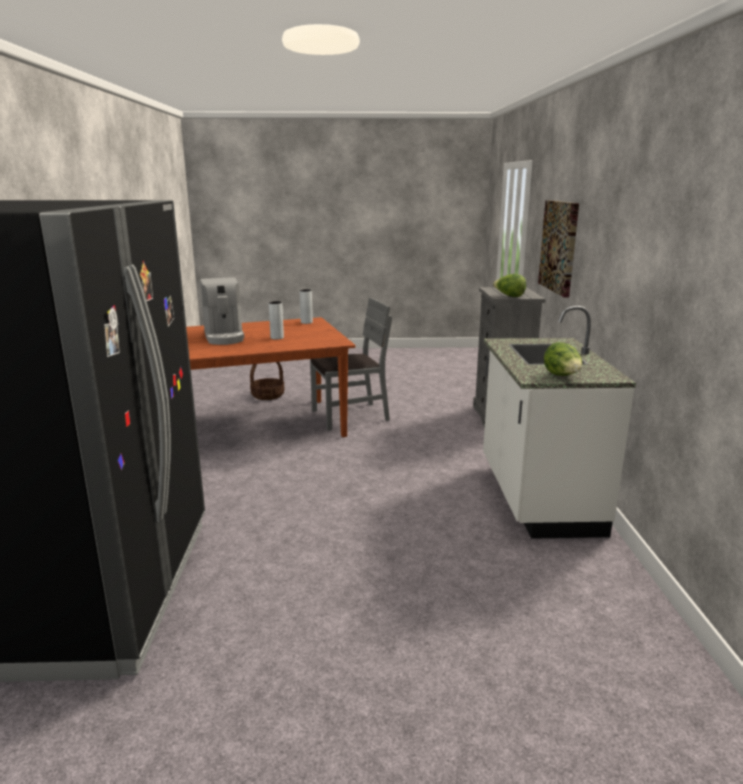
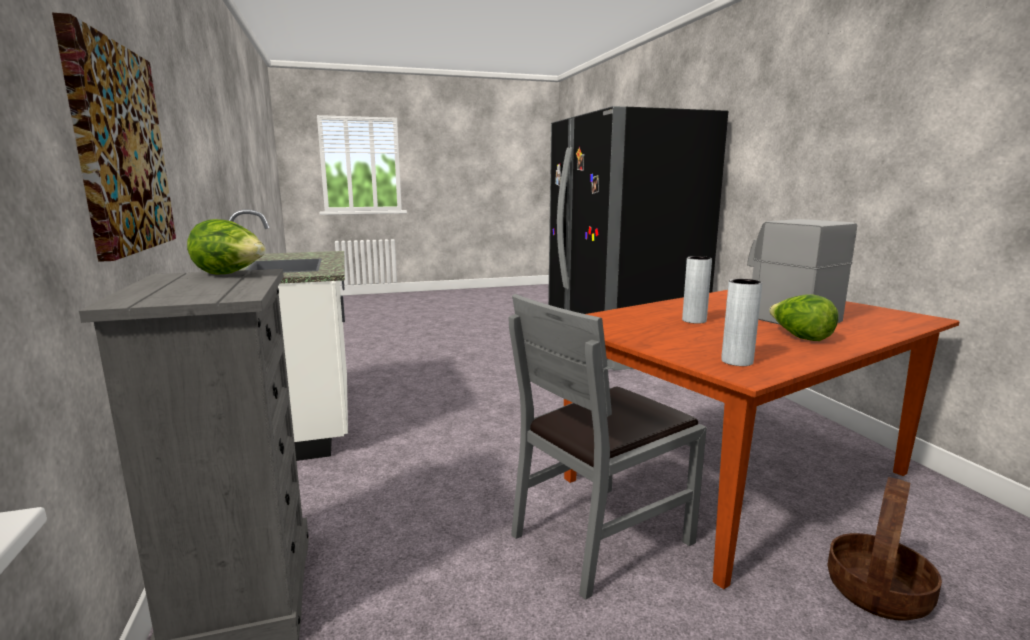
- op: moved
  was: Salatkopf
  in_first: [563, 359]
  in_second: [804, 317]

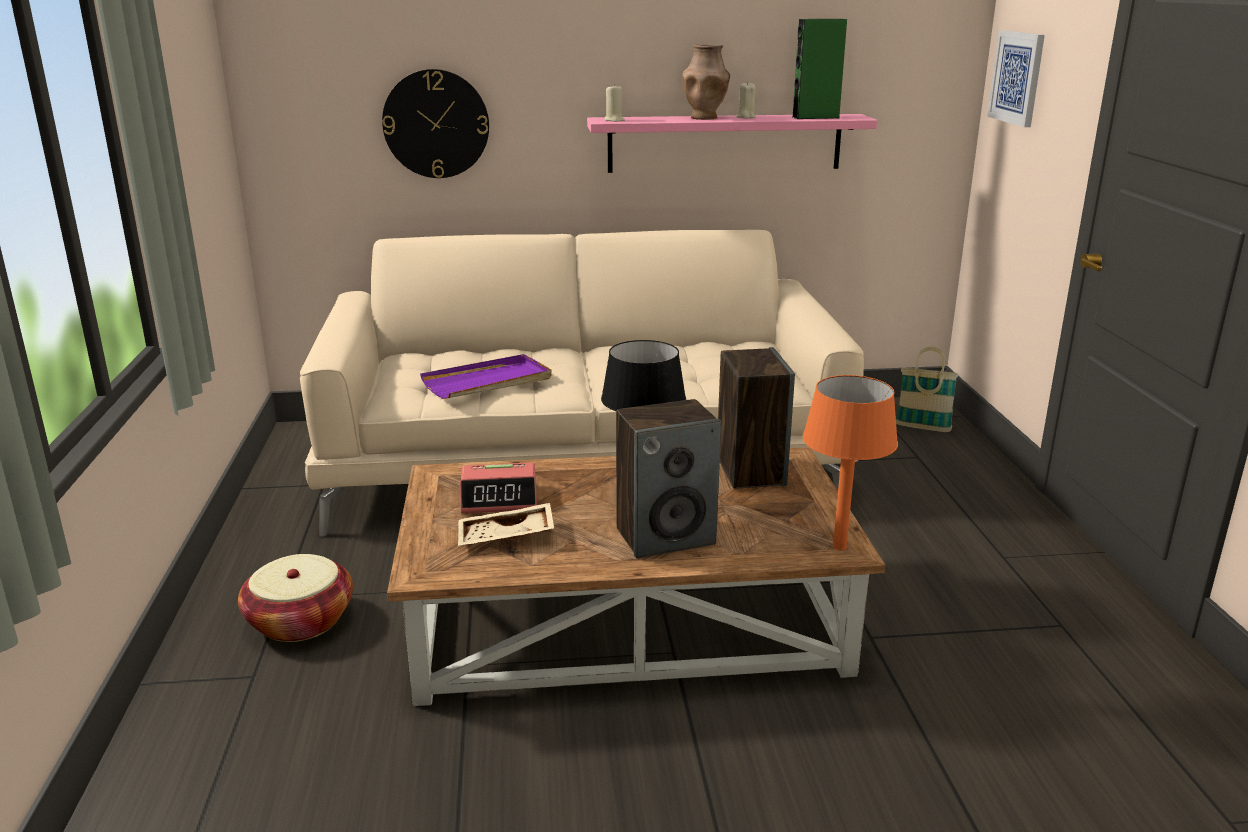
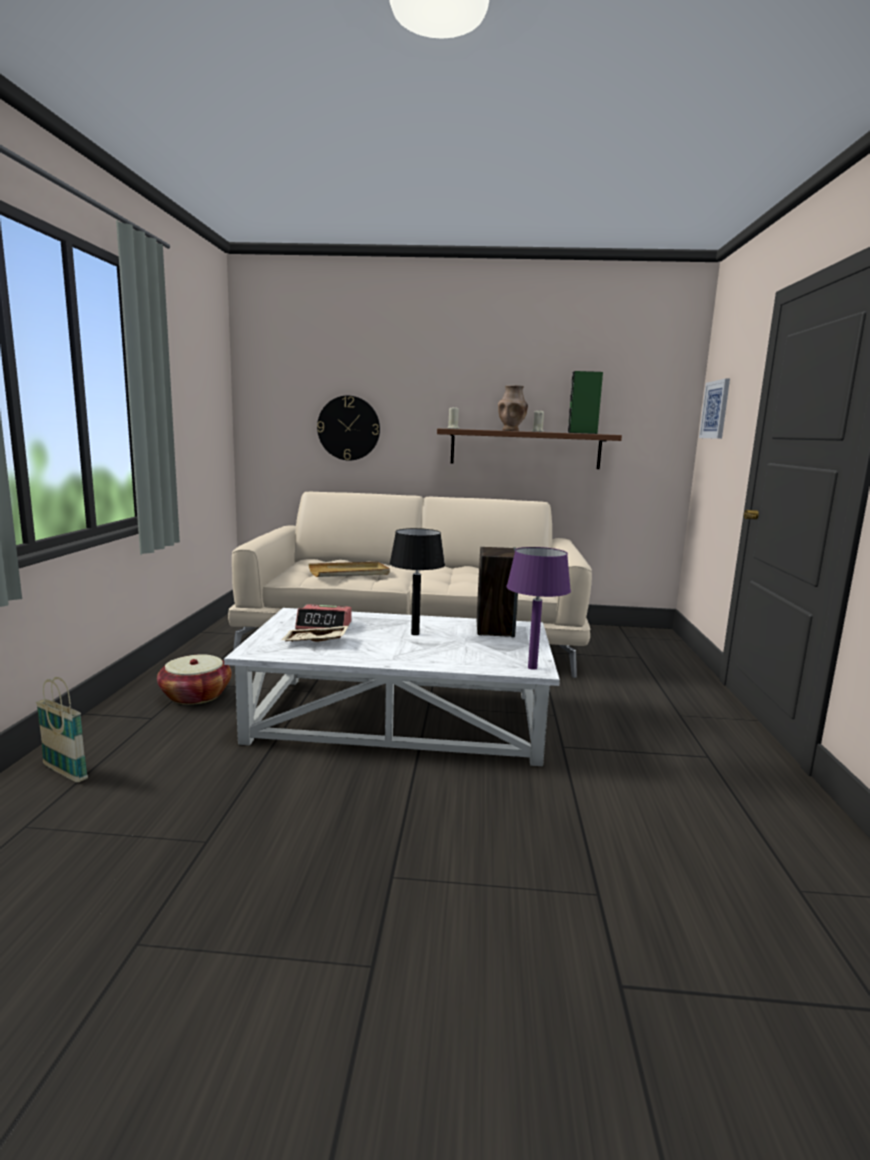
- op: moved
  was: Korb
  in_first: [927, 389]
  in_second: [62, 730]
- op: recoloured
  was: Couchtisch/braun
  now: Couchtisch/weiß
  in_first: [636, 576]
  in_second: [392, 687]
- op: recoloured
  was: Tablett/lila
  now: Tablett/beige
  in_first: [486, 376]
  in_second: [349, 569]
- op: recoloured
  was: Wandregal/rosa
  now: Wandregal/braun
  in_first: [732, 143]
  in_second: [529, 449]
- op: recoloured
  was: Tischlampe/orange
  now: Tischlampe/lila
  in_first: [850, 462]
  in_second: [538, 608]
- op: removed
  was: Lautsprecher
  in_first: [668, 478]

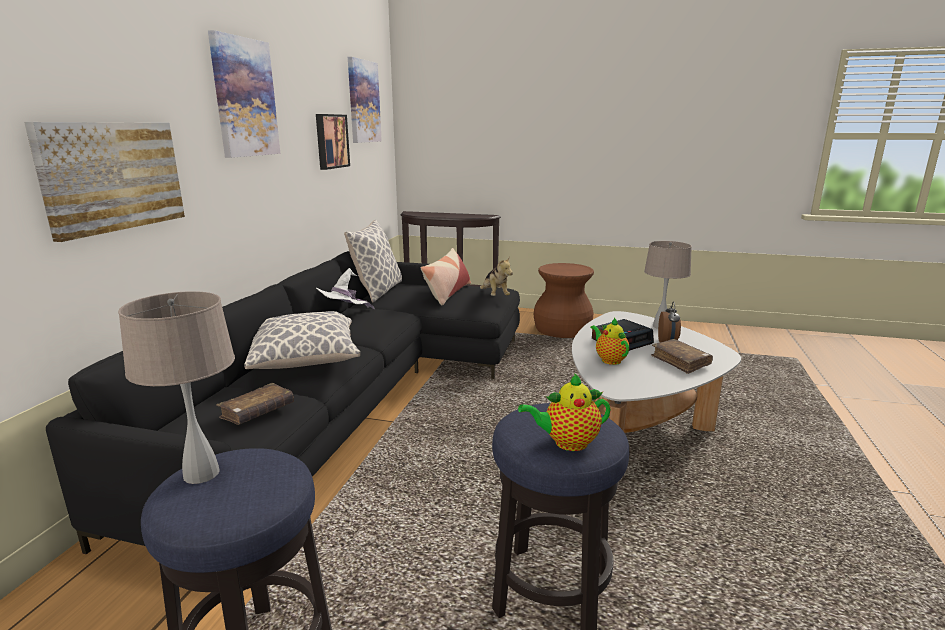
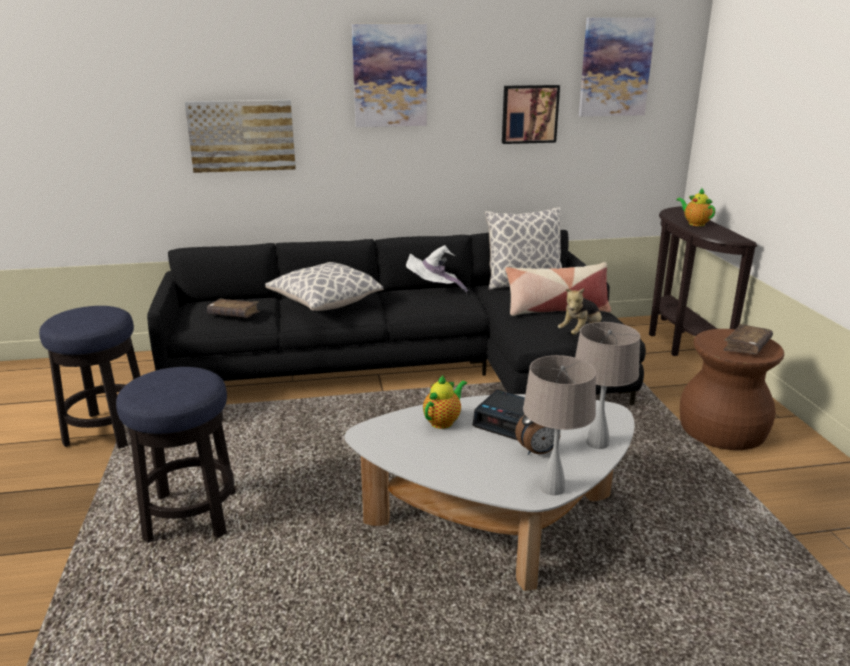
- op: moved
  was: Tischlampe/beige
  in_first: [176, 387]
  in_second: [559, 425]
- op: moved
  was: Teekanne
  in_first: [564, 412]
  in_second: [695, 207]
- op: moved
  was: Buch/braun
  in_first: [682, 356]
  in_second: [748, 339]

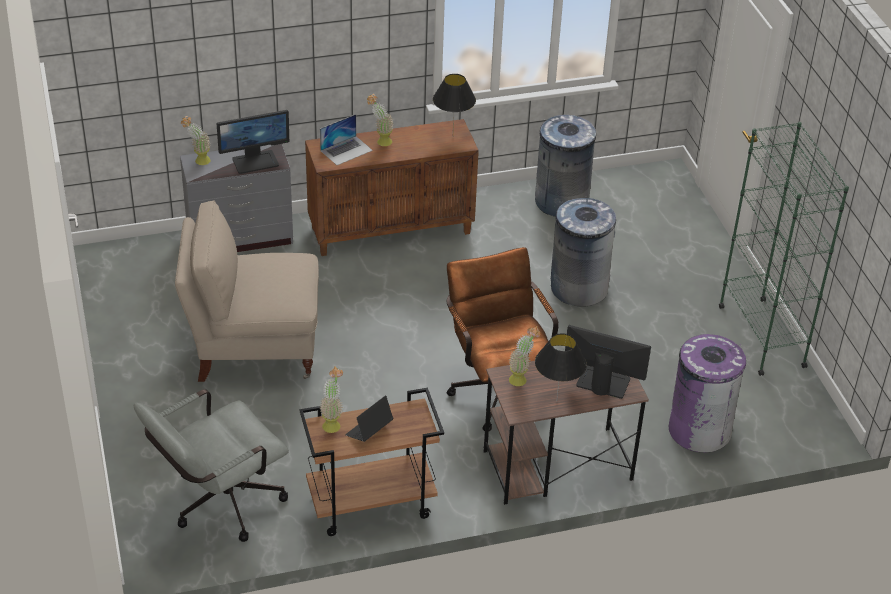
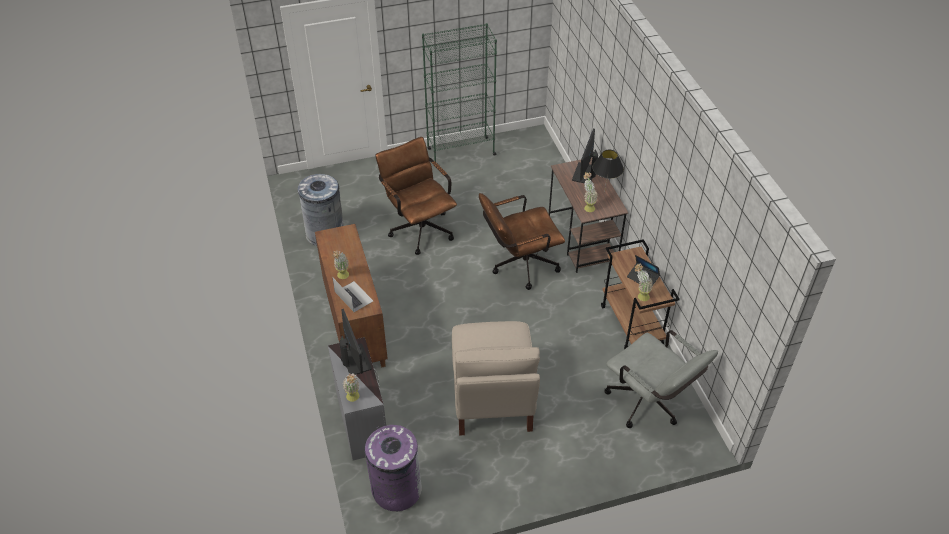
- op: moved
  was: Mülleimer/lila
  in_first: [707, 393]
  in_second: [393, 468]
- op: replaced
  was: Mülleimer/grau
  now: Bürostuhl/braun
  in_first: [583, 252]
  in_second: [416, 196]
- op: removed
  was: Tischlampe/schwarz
  in_first: [454, 101]

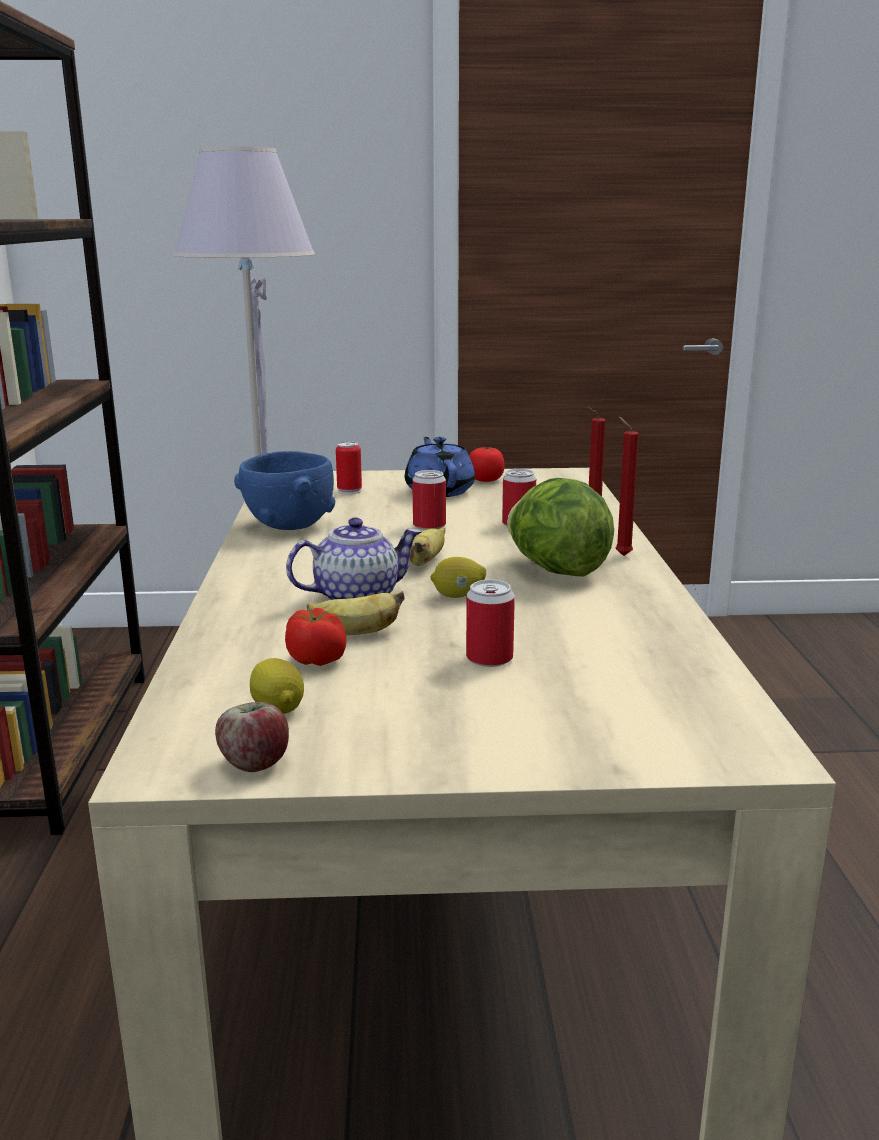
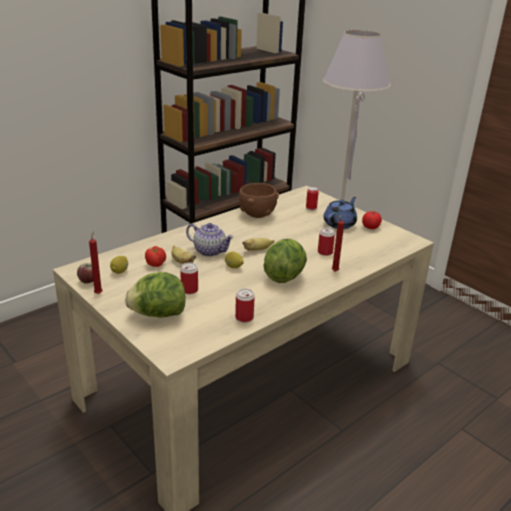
- op: moved
  was: Kerze/rot
  in_first: [627, 486]
  in_second: [95, 262]
- op: added
  now: Salatkopf
  in_second: [155, 295]
- op: moved
  was: Dose
  in_first: [429, 500]
  in_second: [245, 305]
- op: recoloured
  was: Schüssel/blau
  now: Schüssel/braun
  in_first: [284, 490]
  in_second: [259, 200]

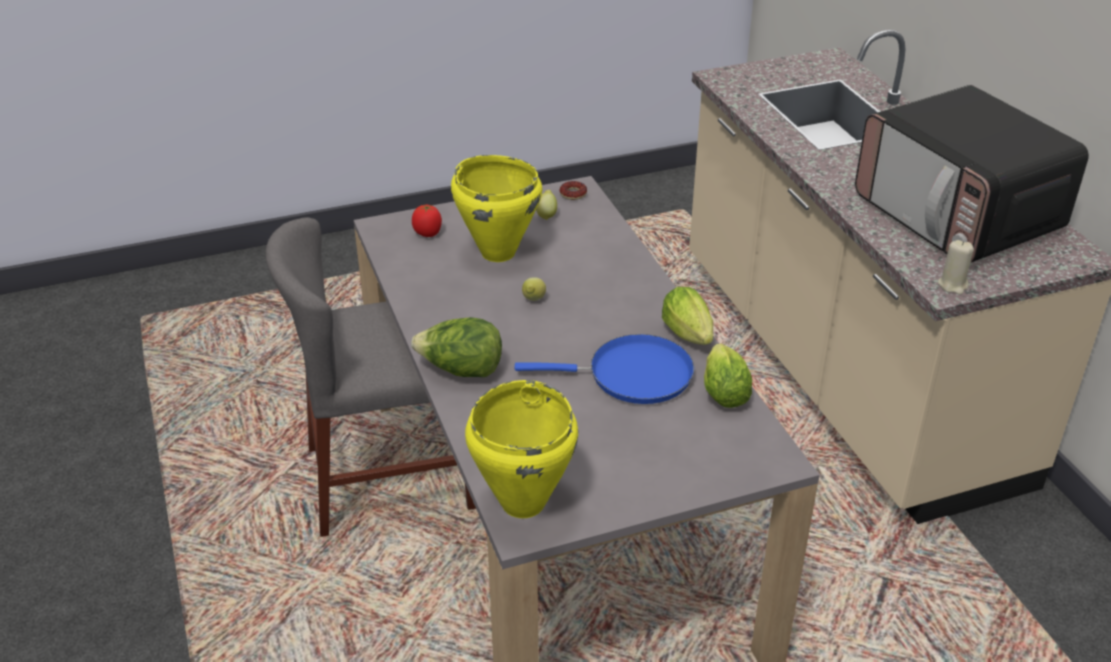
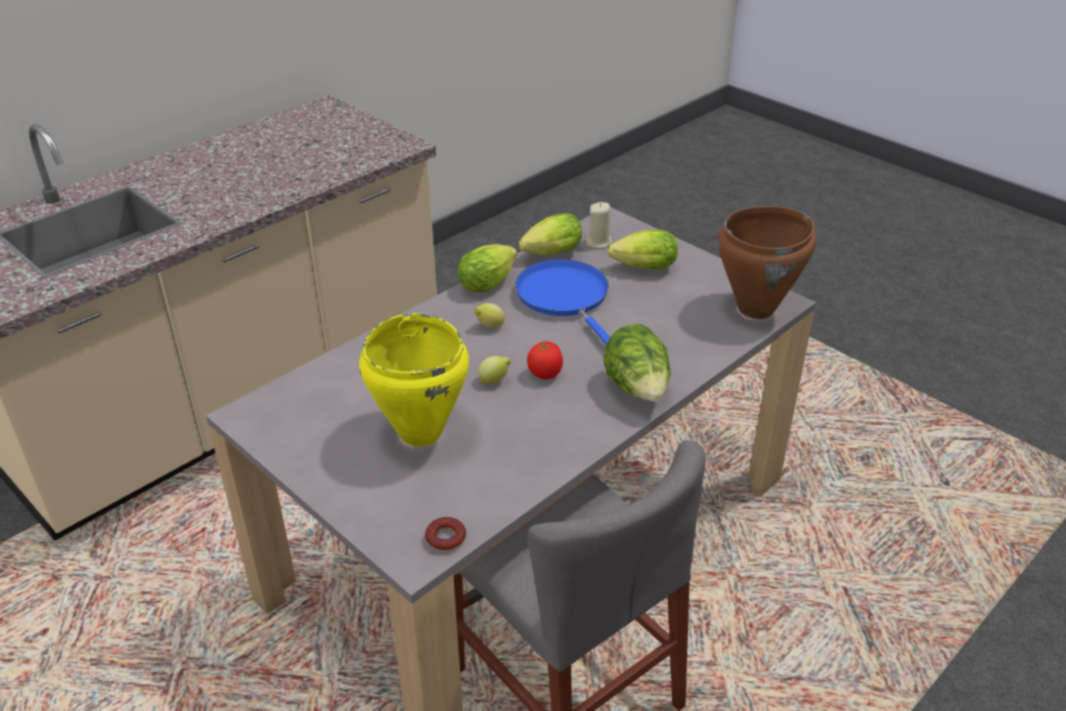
- op: moved
  was: Donut
  in_first: [573, 190]
  in_second: [445, 534]
- op: moved
  was: Zitrone
  in_first: [546, 205]
  in_second: [489, 315]
- op: moved
  was: Tomate
  in_first: [427, 221]
  in_second: [545, 359]
- op: moved
  was: Kerze/beige
  in_first: [956, 267]
  in_second: [599, 225]
- op: added
  now: Salatkopf
  in_second: [643, 249]
- op: recoloured
  was: Kochtopf/gelb
  now: Kochtopf/braun
  in_first: [521, 449]
  in_second: [767, 262]
- op: removed
  was: Mikrowelle
  in_first: [972, 174]

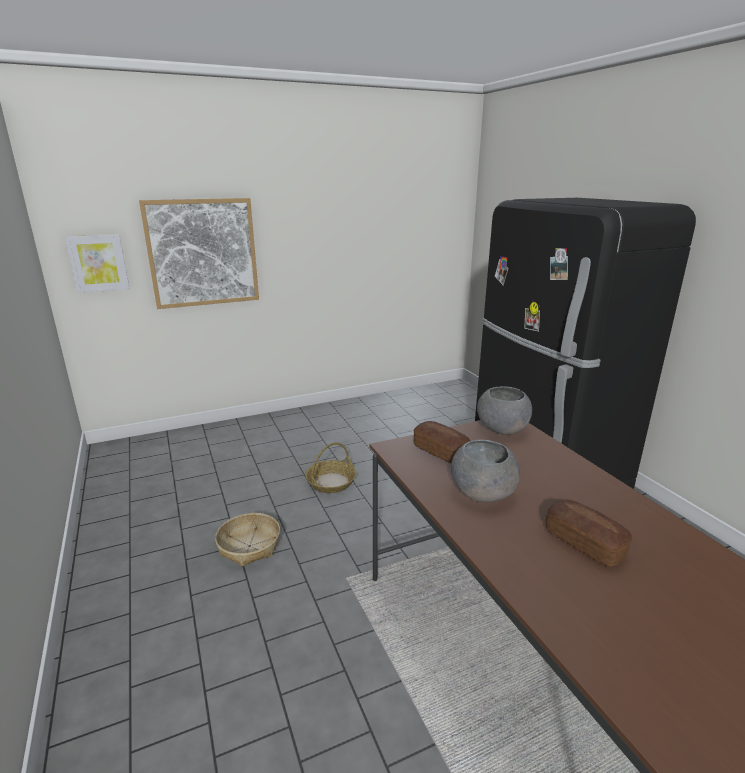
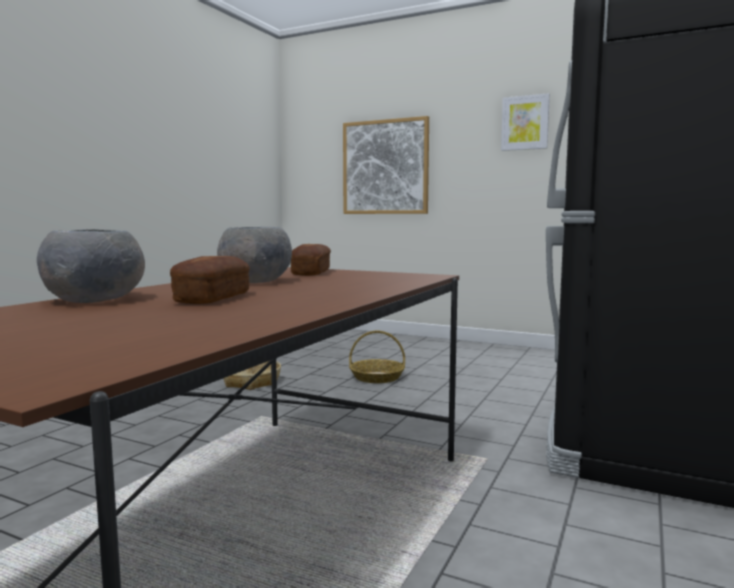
- op: moved
  was: Schüssel/grau
  in_first: [504, 410]
  in_second: [91, 266]
- op: moved
  was: Bild
  in_first: [97, 263]
  in_second: [525, 122]

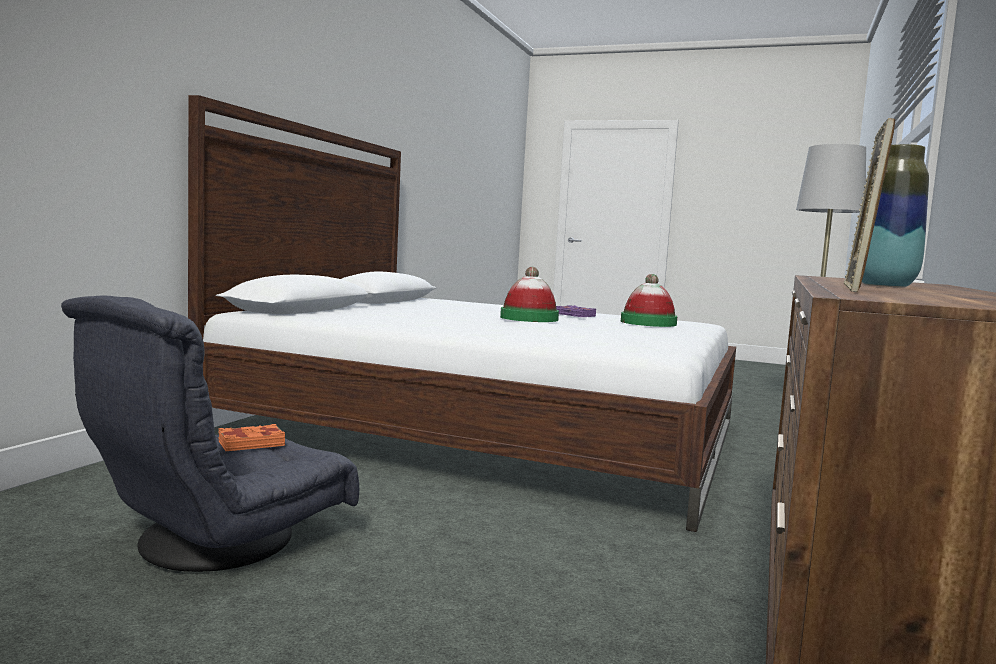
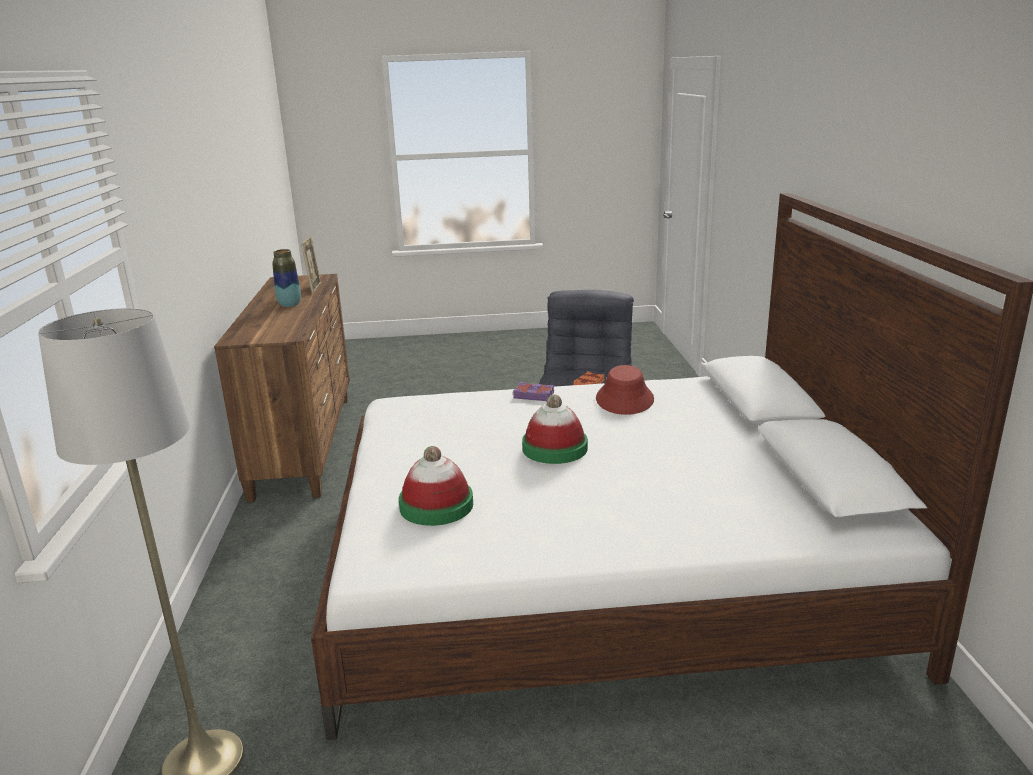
- op: moved
  was: Buch/lila
  in_first: [576, 311]
  in_second: [533, 391]
- op: added
  now: Hut/rot
  in_second: [625, 390]

